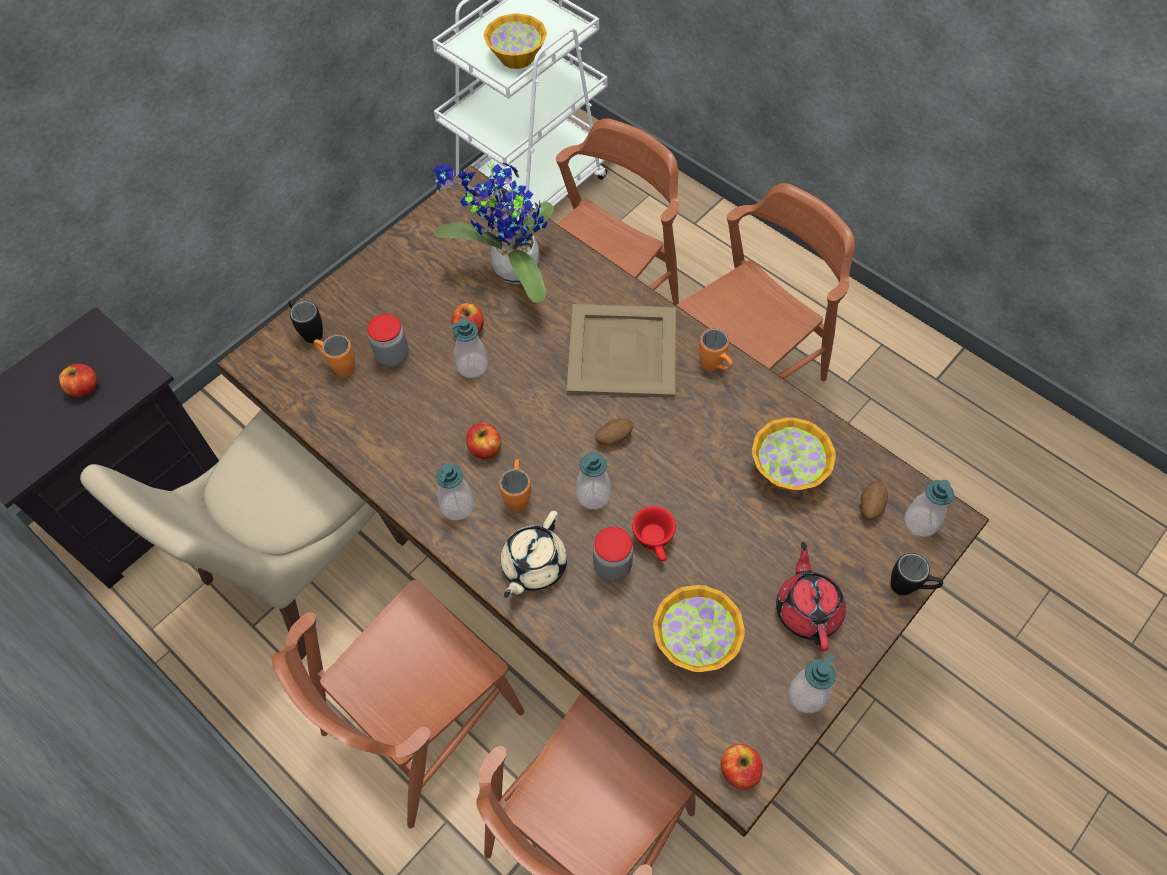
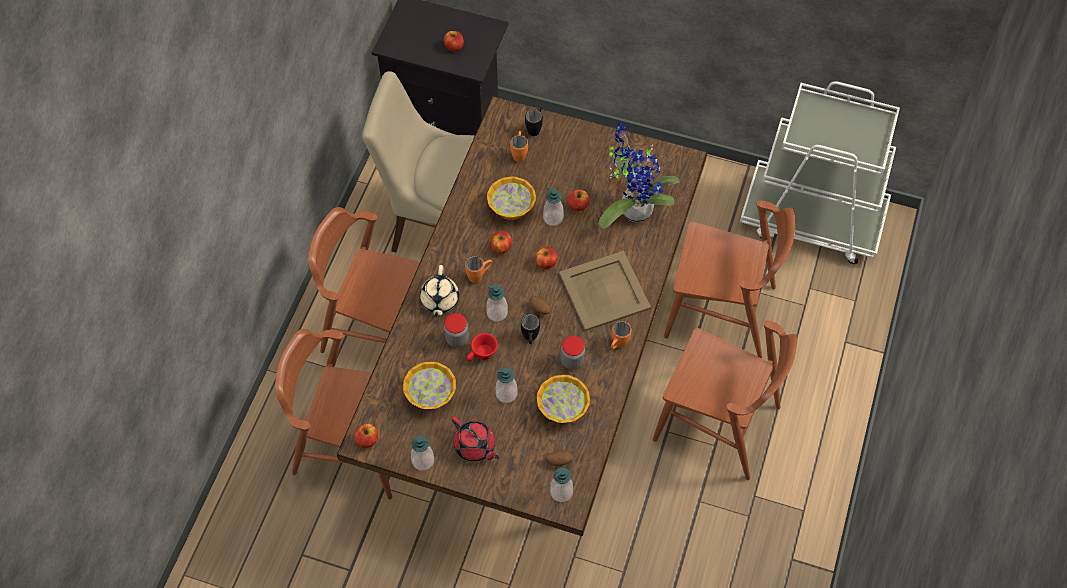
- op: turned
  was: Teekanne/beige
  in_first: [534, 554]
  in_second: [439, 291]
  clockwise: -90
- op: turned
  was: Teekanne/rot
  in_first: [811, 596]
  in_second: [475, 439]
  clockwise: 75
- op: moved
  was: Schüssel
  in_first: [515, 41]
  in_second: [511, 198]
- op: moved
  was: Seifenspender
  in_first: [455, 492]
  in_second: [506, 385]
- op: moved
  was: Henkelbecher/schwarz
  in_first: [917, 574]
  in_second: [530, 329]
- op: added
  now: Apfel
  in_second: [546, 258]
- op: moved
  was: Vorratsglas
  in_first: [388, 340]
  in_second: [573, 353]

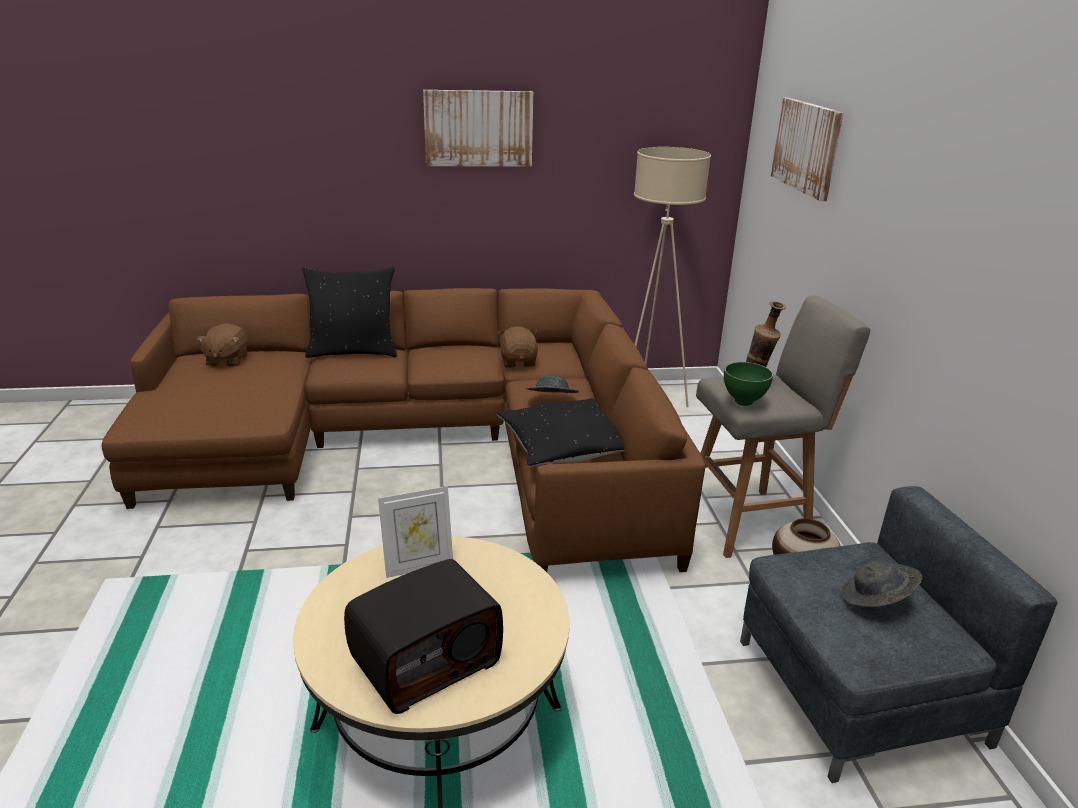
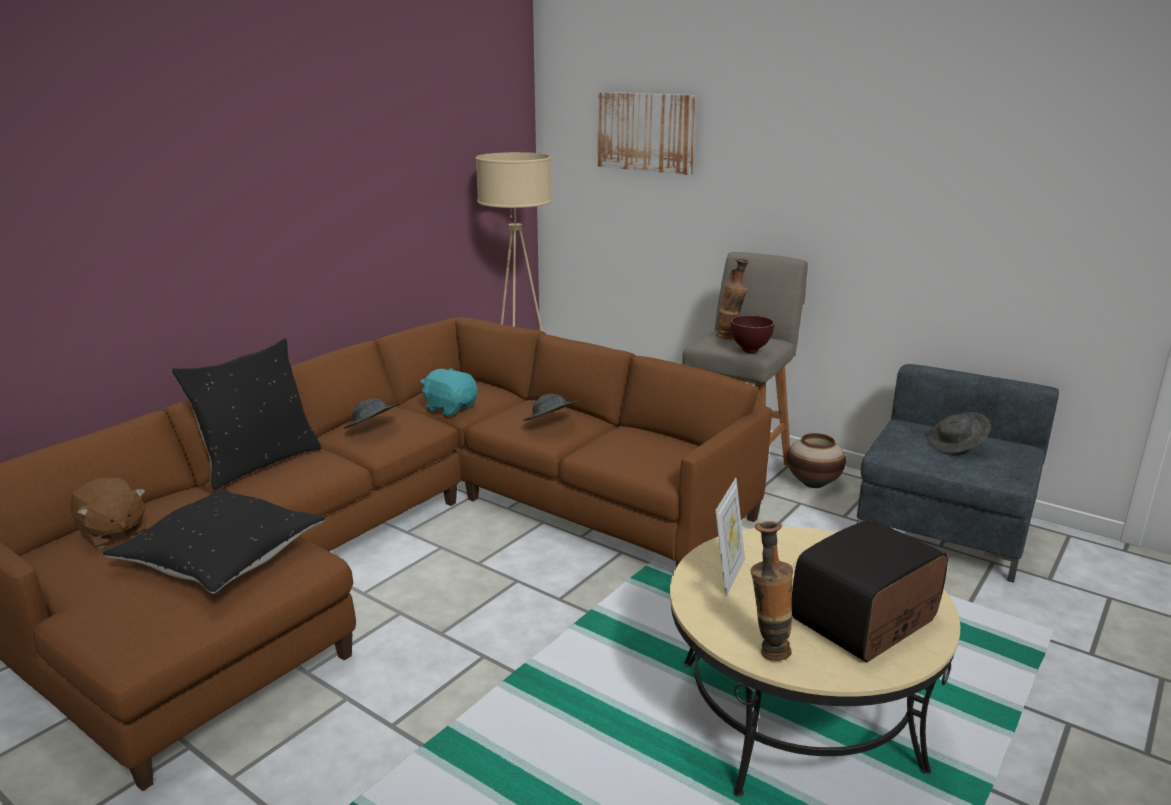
- op: moved
  was: Kissen/schwarz
  in_first: [560, 432]
  in_second: [214, 541]
- op: added
  now: Hut/grau
  in_second: [371, 413]
- op: recoloured
  was: Plüschtier/braun
  now: Plüschtier/türkis
  in_first: [517, 347]
  in_second: [448, 392]
- op: recoloured
  was: Schüssel/grün
  now: Schüssel/braun
  in_first: [748, 384]
  in_second: [753, 334]
- op: added
  now: Vase
  in_second: [772, 591]
- op: turned
  was: Radio
  in_first: [423, 636]
  in_second: [870, 590]
  clockwise: -135
- op: removed
  was: Bild
  in_first: [478, 128]

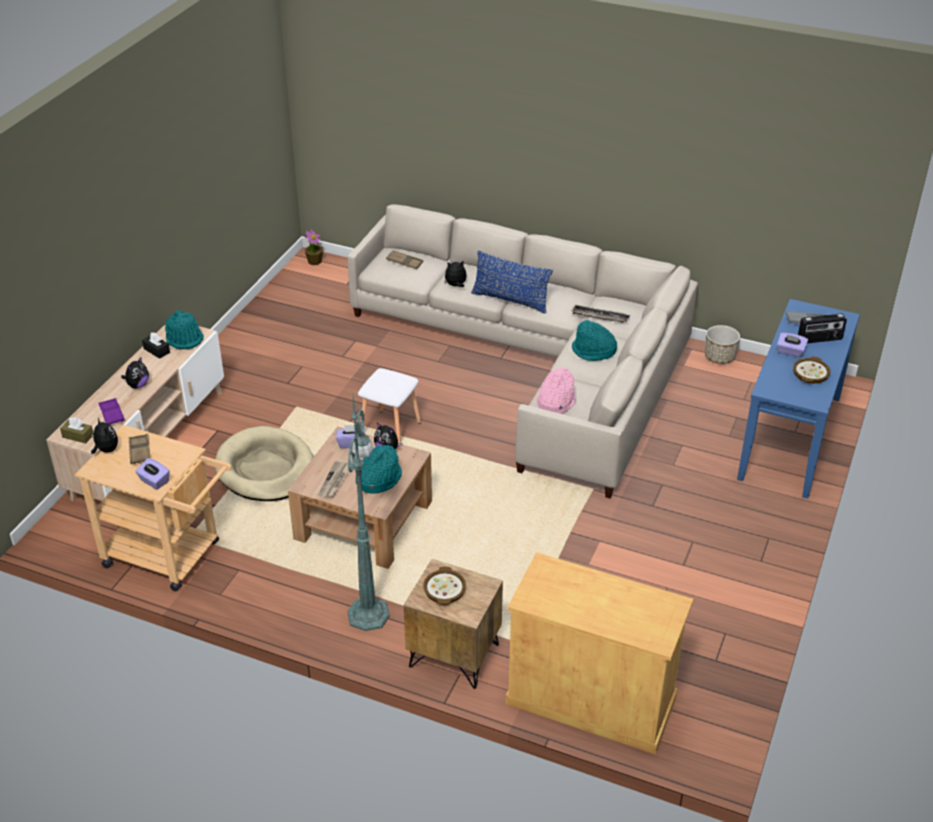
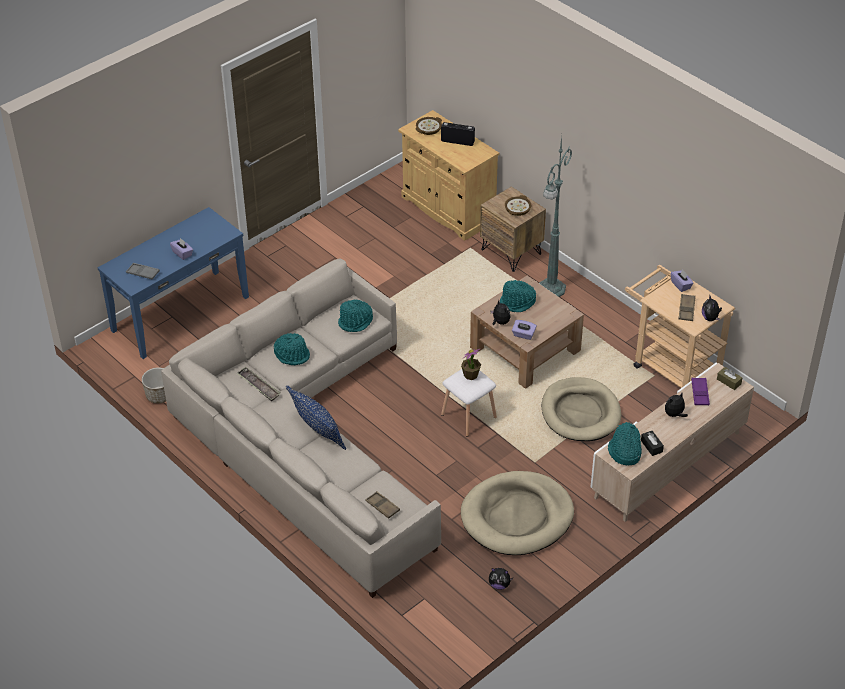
- op: recoloured
  was: Hut/rosa
  now: Hut/türkis
  in_first: [556, 390]
  in_second: [355, 315]
- op: moved
  was: Schüssel
  in_first: [812, 370]
  in_second: [429, 126]
- op: moved
  was: Radio
  in_first: [822, 328]
  in_second: [458, 134]
- op: moved
  was: Topfpflanze
  in_first: [314, 247]
  in_second: [471, 364]
- op: added
  now: Hundebett/beige
  in_second: [517, 513]
- op: moved
  was: Plüschtier
  in_first: [455, 273]
  in_second: [501, 579]
- op: removed
  was: Zeitung
  in_first: [335, 479]

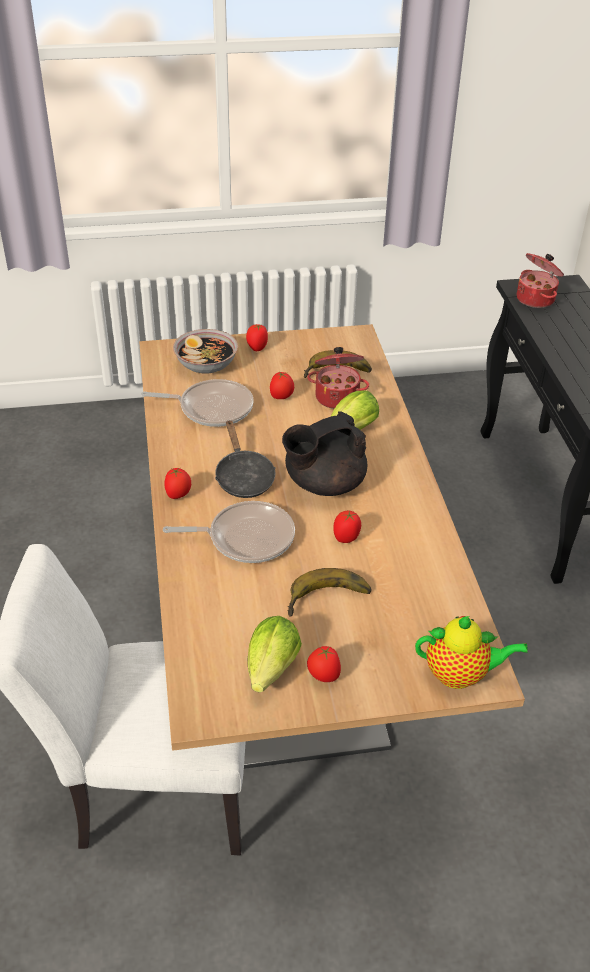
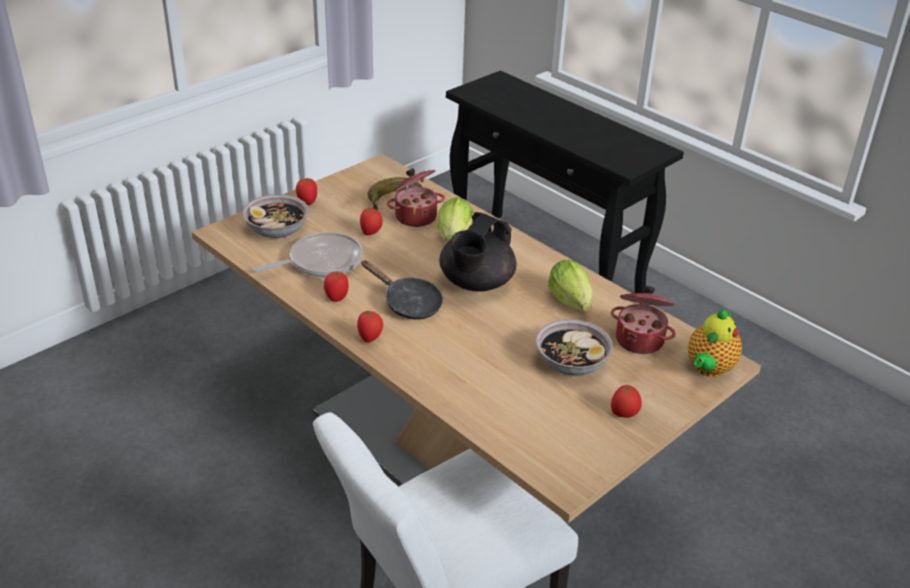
- op: moved
  was: Tomate
  in_first: [347, 527]
  in_second: [336, 287]
- op: replaced
  was: Banane
  now: Schüssel
  in_first: [329, 592]
  in_second: [574, 347]
- op: moved
  was: Salatkopf
  in_first: [275, 654]
  in_second: [570, 285]
- op: moved
  was: Kochtopf
  in_first: [540, 280]
  in_second: [643, 320]
- op: turned
  was: Teekanne
  in_first: [471, 652]
  in_second: [715, 343]
  clockwise: 150
- op: removed
  was: Pfanne
  in_first: [229, 532]

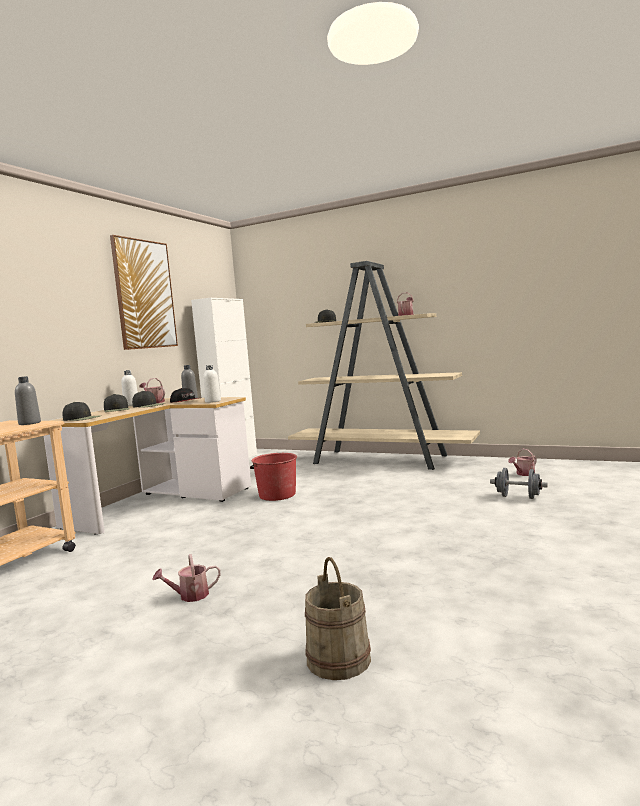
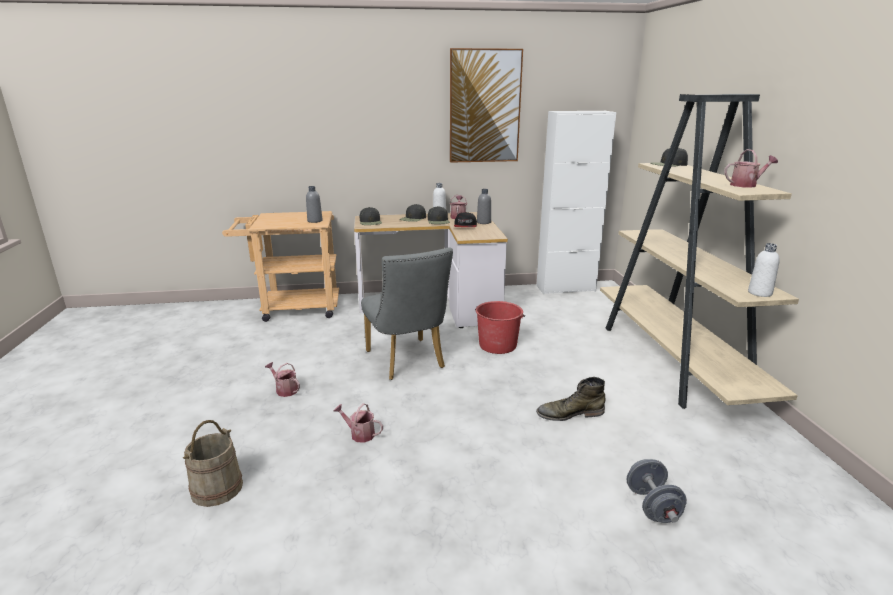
- op: moved
  was: Gießkanne
  in_first: [522, 462]
  in_second: [358, 423]
- op: added
  now: Stuhl/grau
  in_second: [407, 313]
- op: added
  now: Stiefel/grün
  in_second: [570, 399]
- op: moved
  was: Flasche/weiß
  in_first: [212, 384]
  in_second: [764, 270]

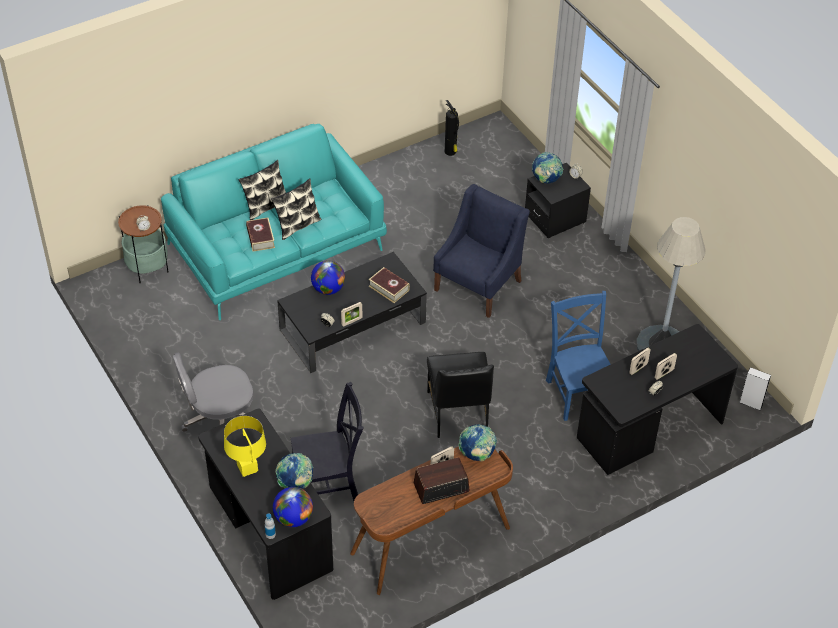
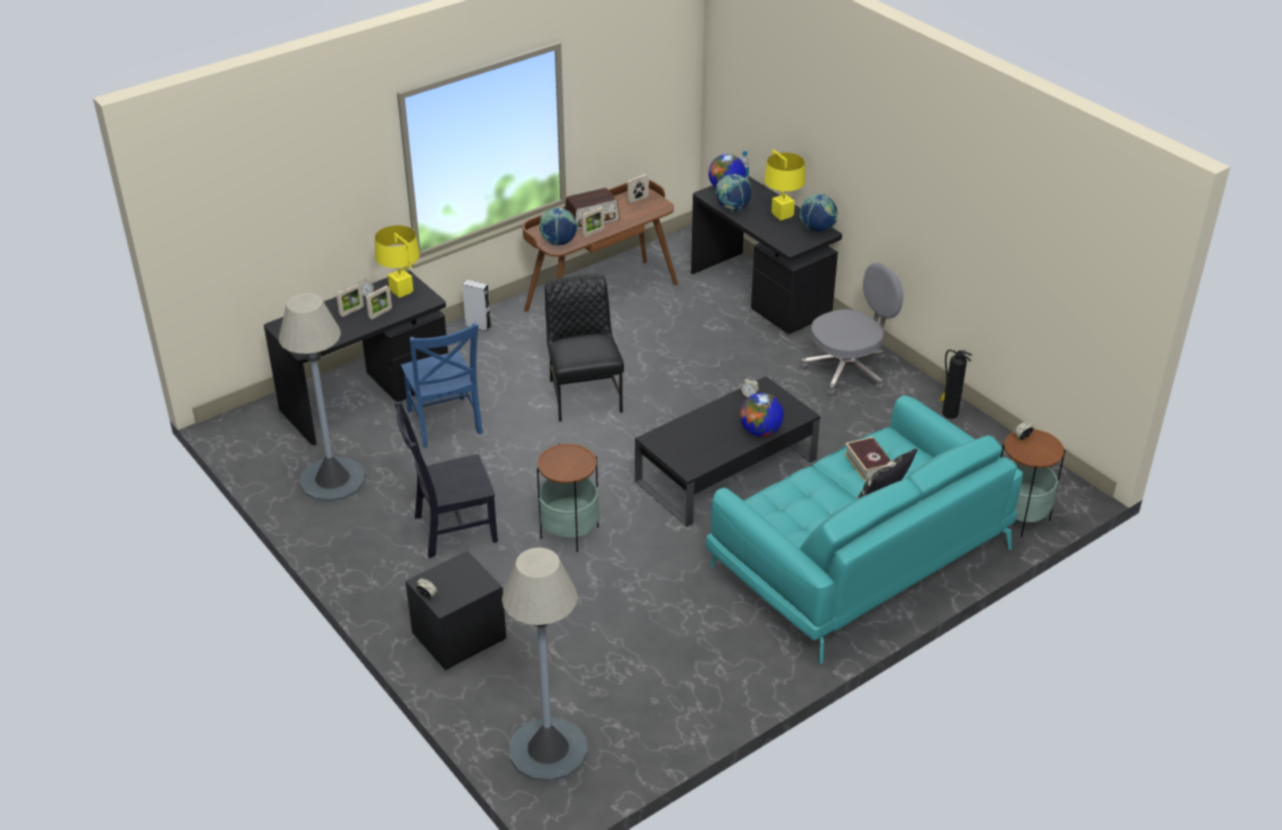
- op: added
  now: Tischlampe/gelb
  in_second: [397, 261]
- op: moved
  was: Stuhl/schwarz
  in_first: [327, 441]
  in_second: [446, 479]
- op: moved
  was: Lautsprecher/grau
  in_first: [755, 389]
  in_second: [476, 305]
- op: added
  now: Stehlampe/grau
  in_second: [544, 664]
- op: replaced
  was: Sessel/blau
  now: Beistelltisch
  in_first: [481, 251]
  in_second: [568, 497]
- op: moved
  was: Bilderrahmen
  in_first: [351, 314]
  in_second: [638, 189]
- op: moved
  was: Globus
  in_first: [548, 167]
  in_second: [819, 213]
- op: moved
  was: Feuerlöscher
  in_first: [452, 128]
  in_second: [956, 384]
- op: removed
  was: Kissen
  in_first: [296, 209]
- op: removed
  was: Buch
  in_first: [389, 285]

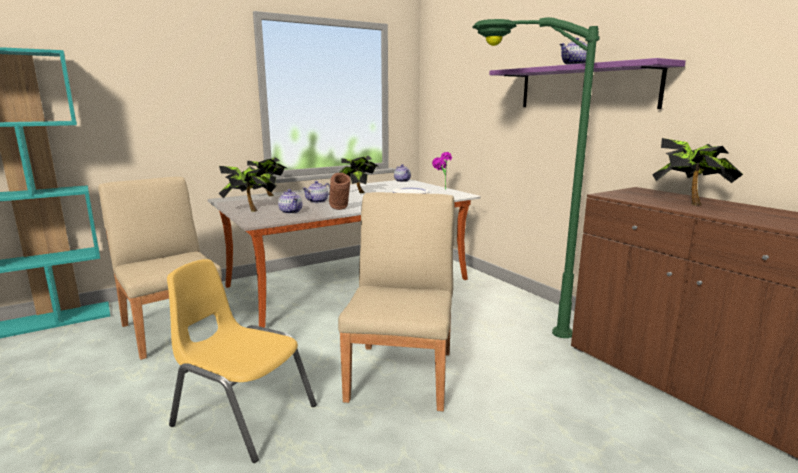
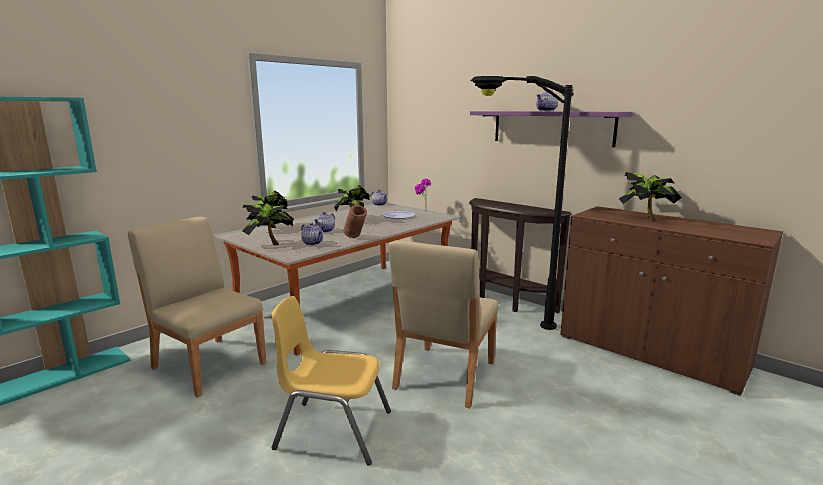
- op: turned
  was: Stuhl/beige
  in_first: [396, 301]
  in_second: [443, 324]
  clockwise: -150
- op: added
  now: Konsolentisch/braun
  in_second: [520, 255]
- op: recoloured
  was: Stehlampe/grün
  now: Stehlampe/schwarz
  in_first: [536, 177]
  in_second: [522, 203]

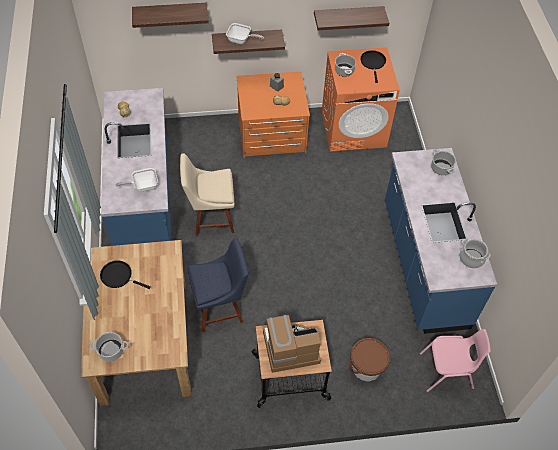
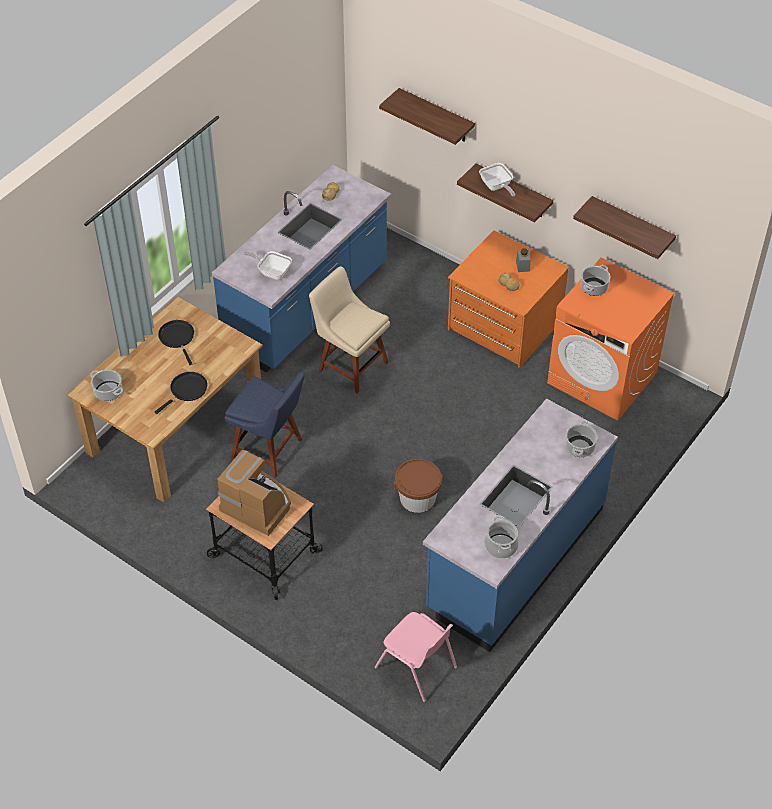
- op: moved
  was: Pfanne/schwarz
  in_first: [373, 66]
  in_second: [181, 393]
- op: moved
  was: Eimer/braun
  in_first: [369, 359]
  in_second: [417, 486]

